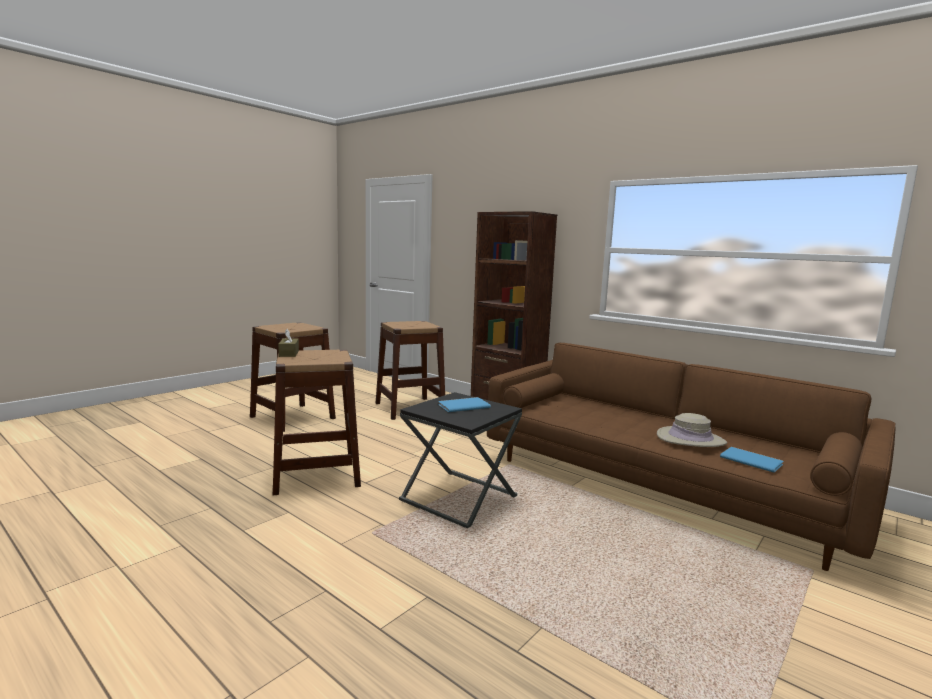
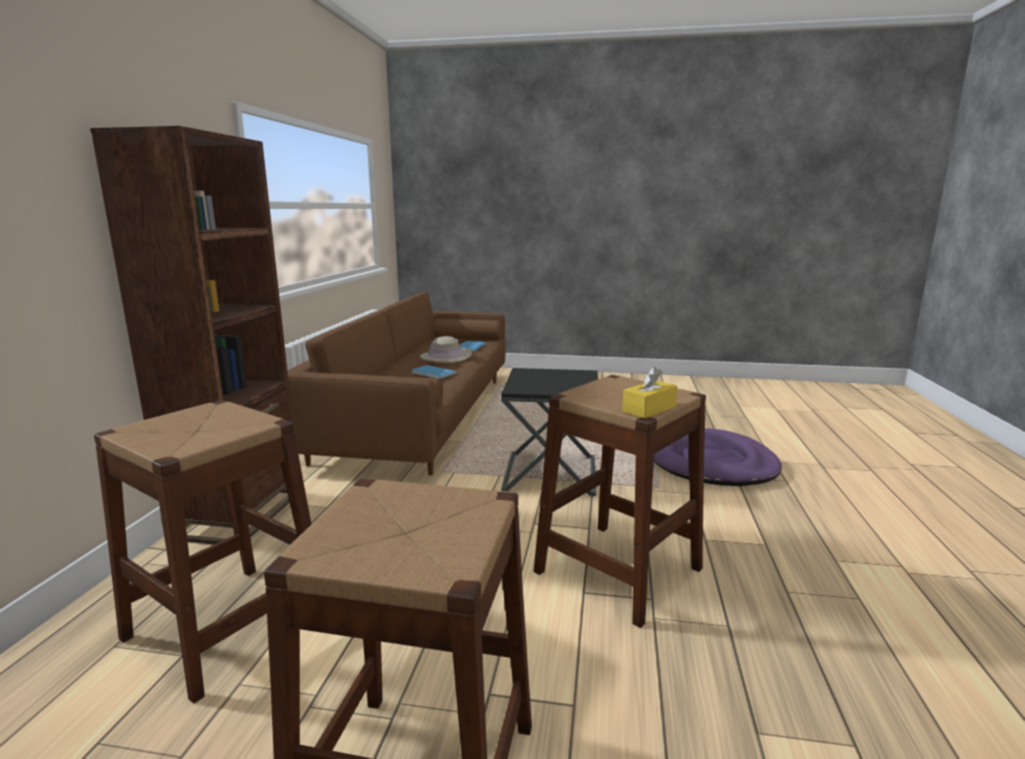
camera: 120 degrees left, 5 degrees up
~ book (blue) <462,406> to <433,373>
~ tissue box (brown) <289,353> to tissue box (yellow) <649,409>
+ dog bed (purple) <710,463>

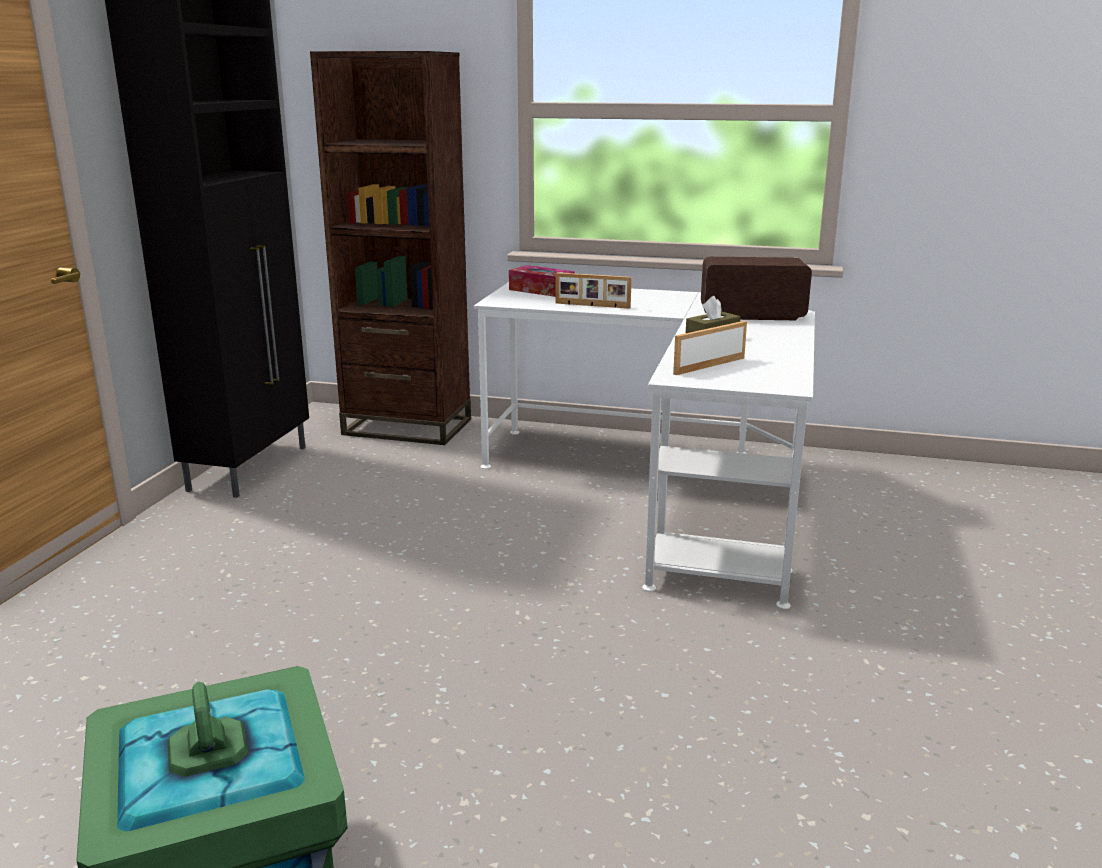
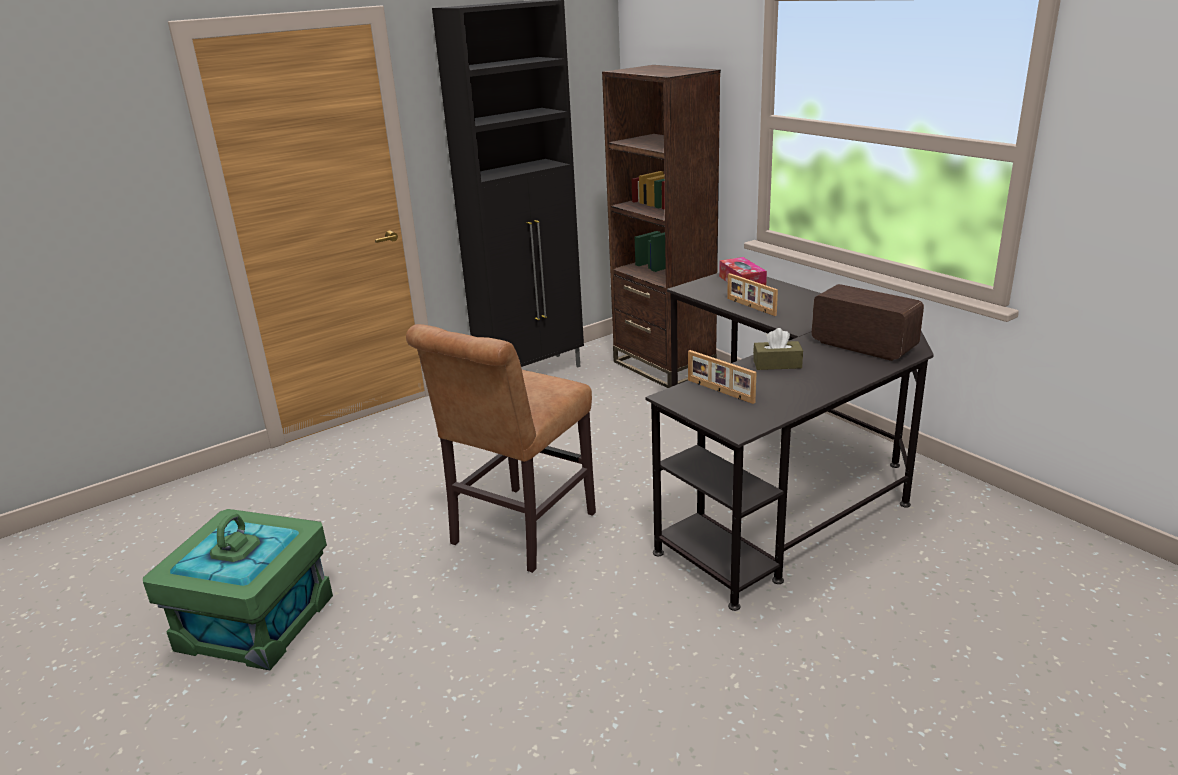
camera: 40 degrees right, 5 degrees up
+ chair (brown) <518,532>
~ desk (white) <666,491> to desk (black) <780,479>
~ picture frame <708,365> = <719,391> 135 degrees counterclockwise

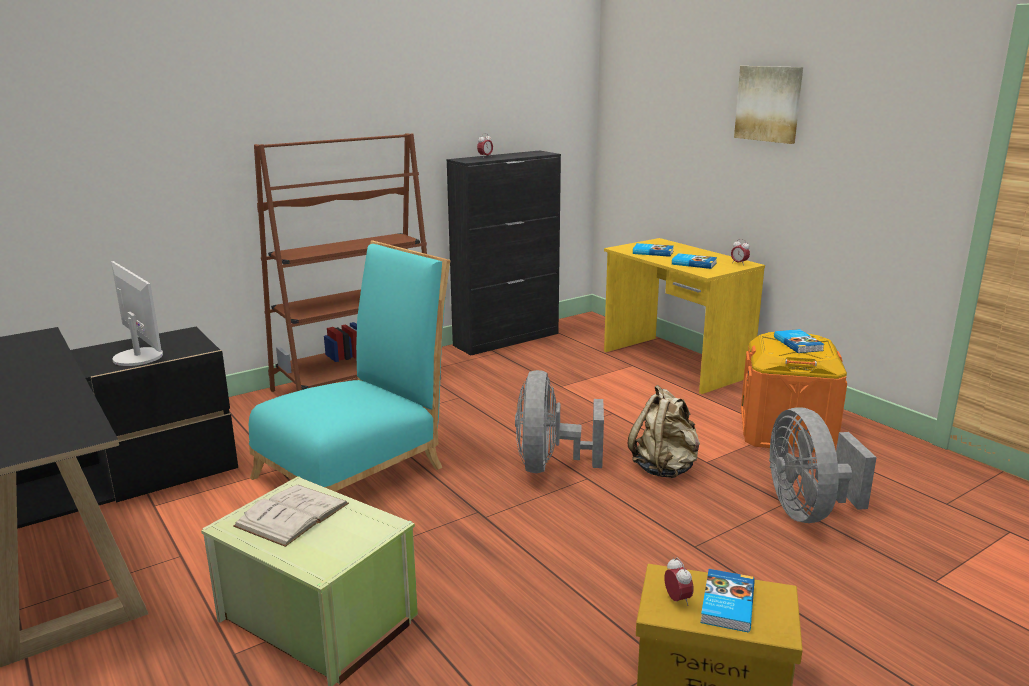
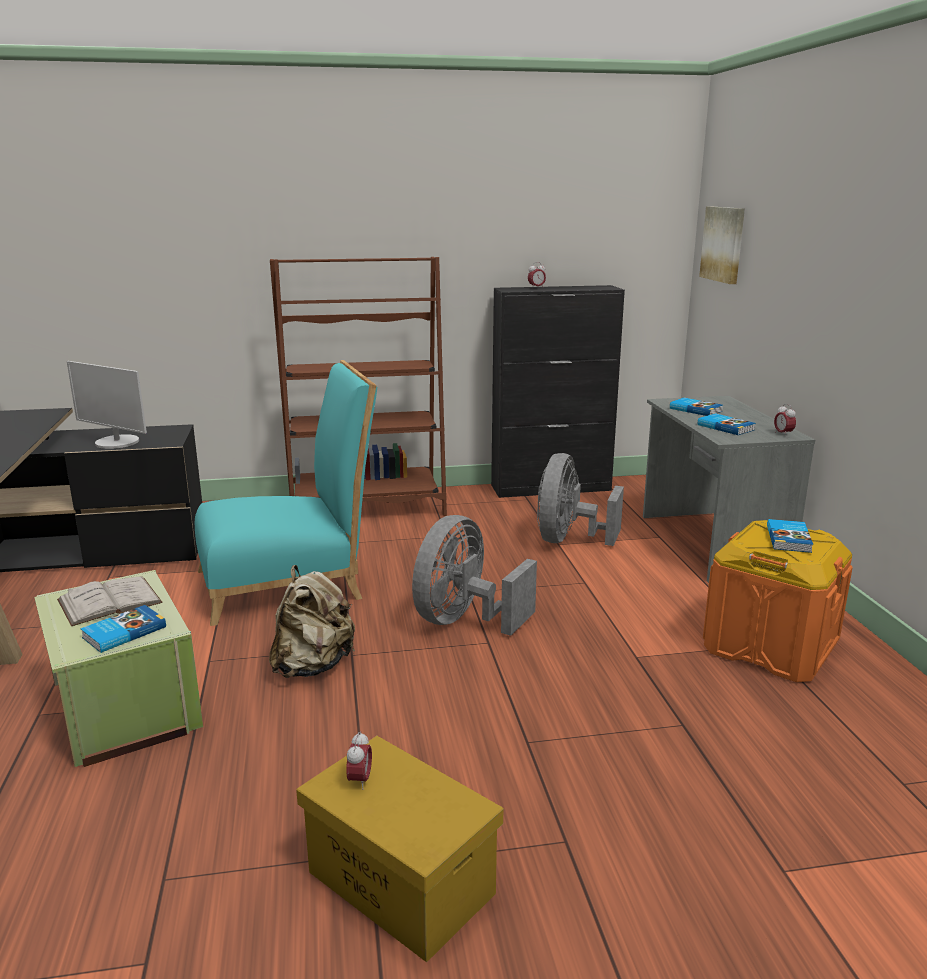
camera: 25 degrees right, 0 degrees up
~ monitor <138,357> = <117,442> 135 degrees clockwise
~ book <726,604> to <123,632>
~ backpack (beige) <664,468> to <313,666>
~ fan (grey) <807,511> to <568,540>
~ desk (yellow) <674,364> to desk (grey) <710,544>
~ picture <769,103> to <724,244>

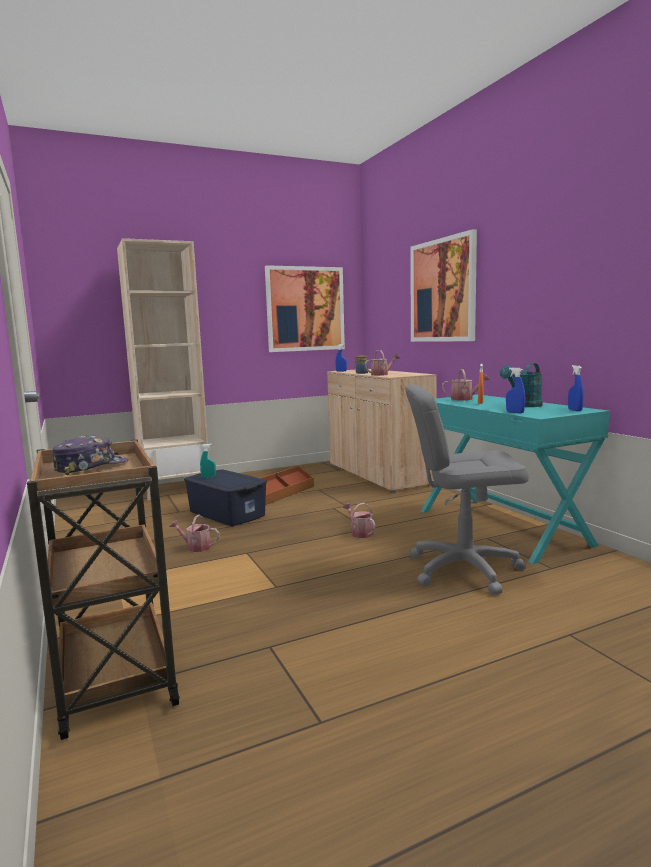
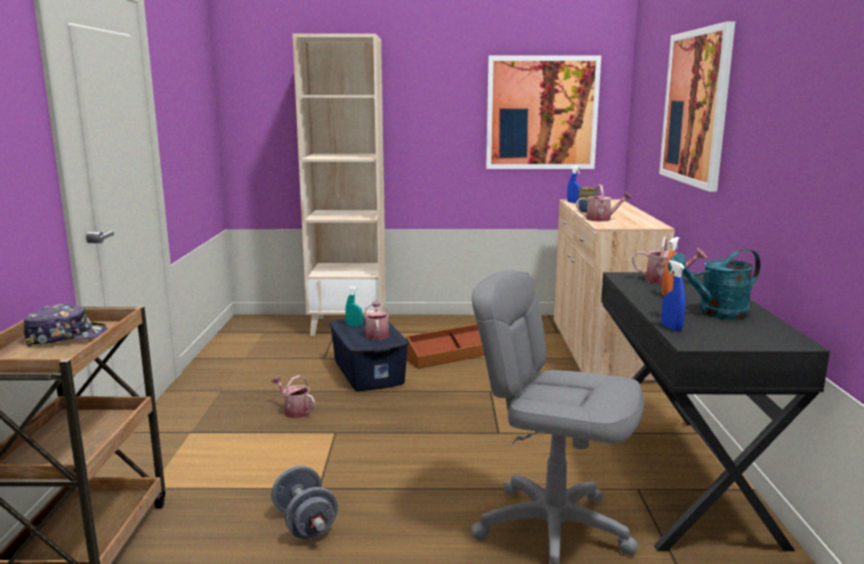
camera: 25 degrees right, 5 degrees up
+ dumbbell (grey) <305,524>
~ watering can <360,533> to <377,334>
~ desk (turquoise) <501,527> to desk (black) <679,476>
- spray bottle (blue) <574,410>

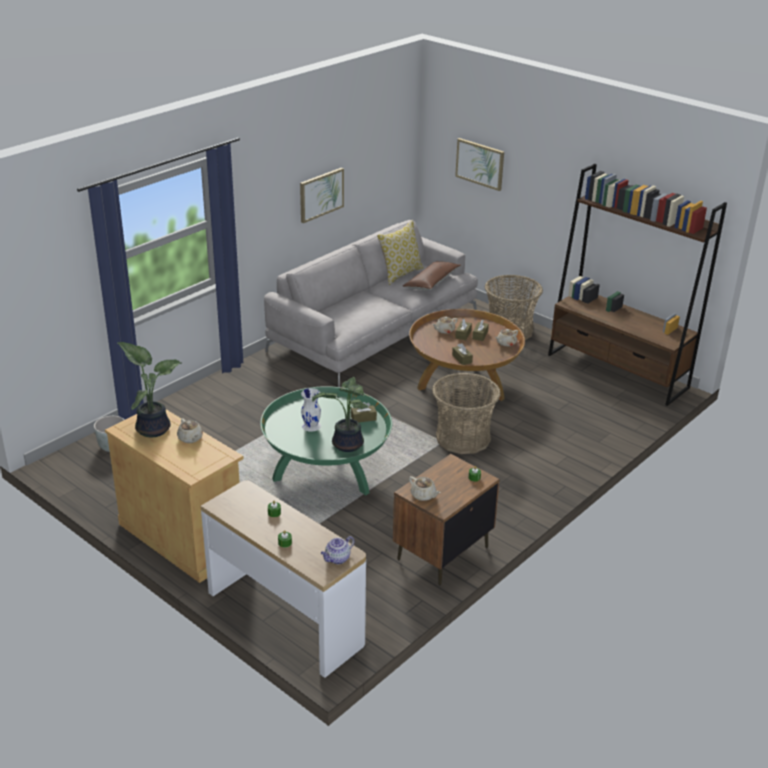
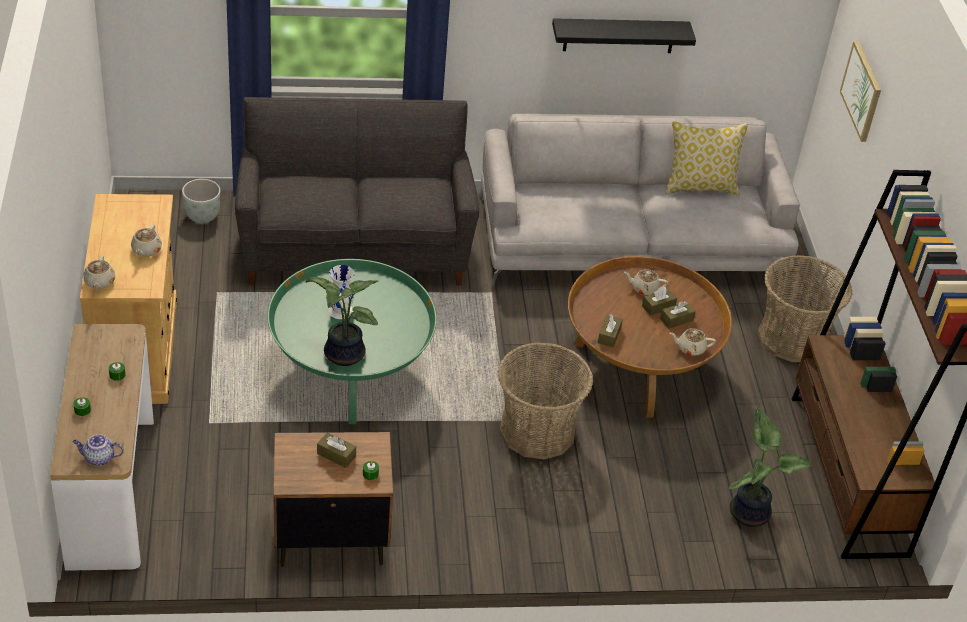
camera: 40 degrees right, 10 degrees up
~ teapot (beige) <423,495> to <99,282>
+ sofa (grey) <354,246>
~ tissue box (brown) <363,418> to <336,455>
~ picture <321,194> to shelf (black) <619,35>
~ potted plant <153,428> to <750,511>
- pillow (brown) <431,282>

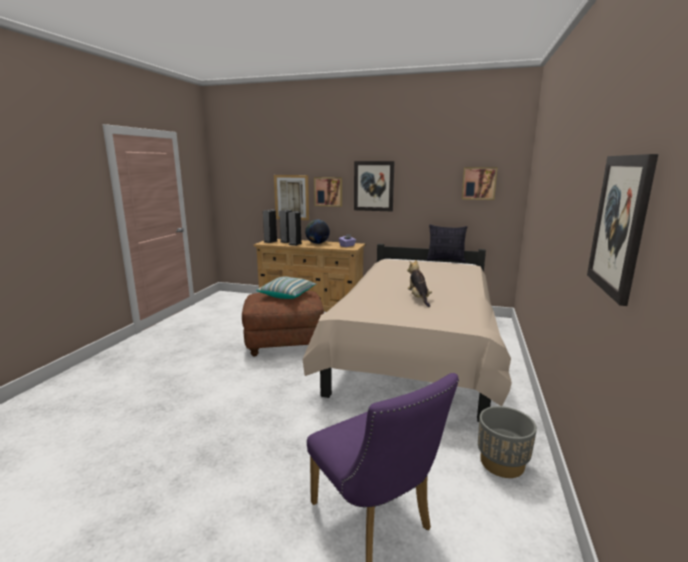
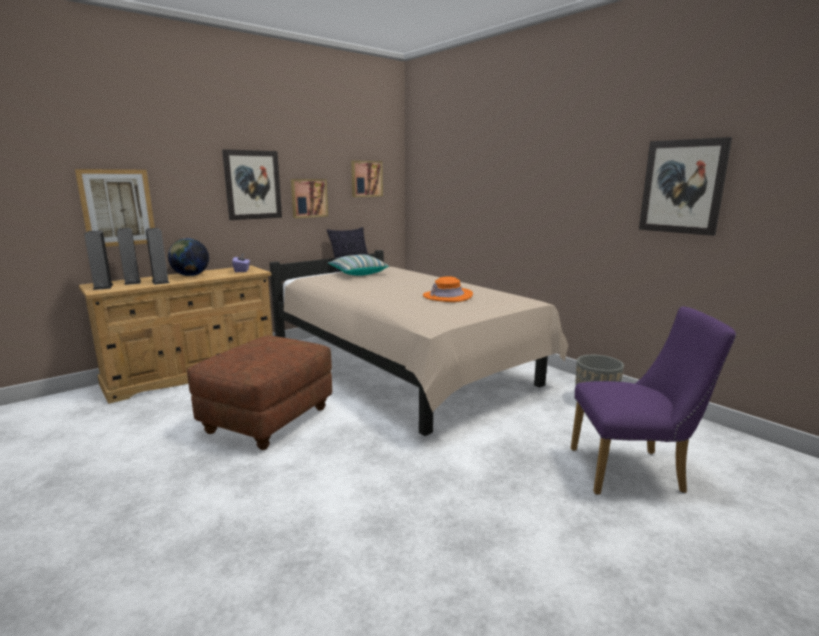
camera: 55 degrees left, 0 degrees up
~ picture <328,191> to <308,198>
~ pillow <287,295> to <357,273>
~ plush toy <418,298> to hat (orange) <447,296>

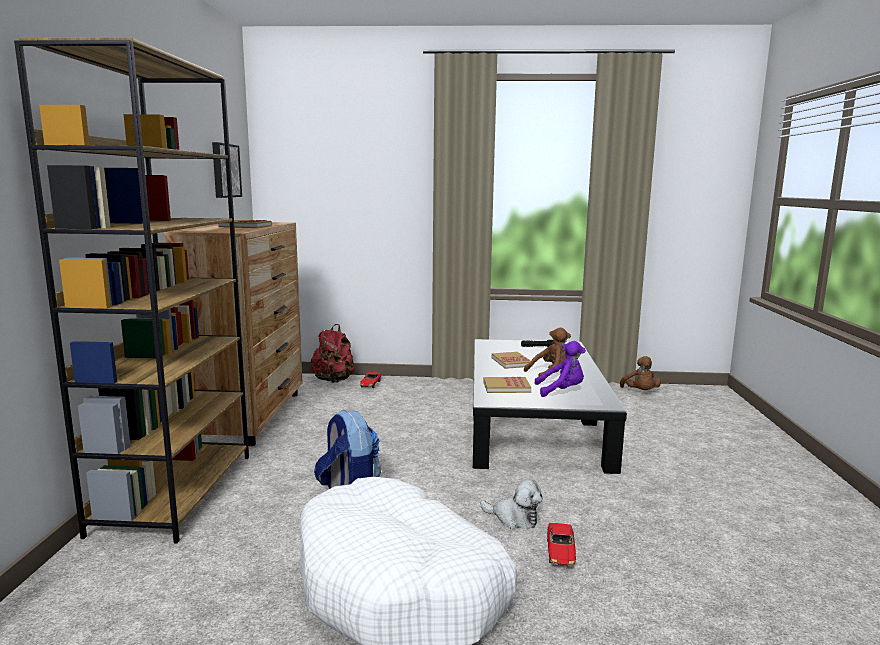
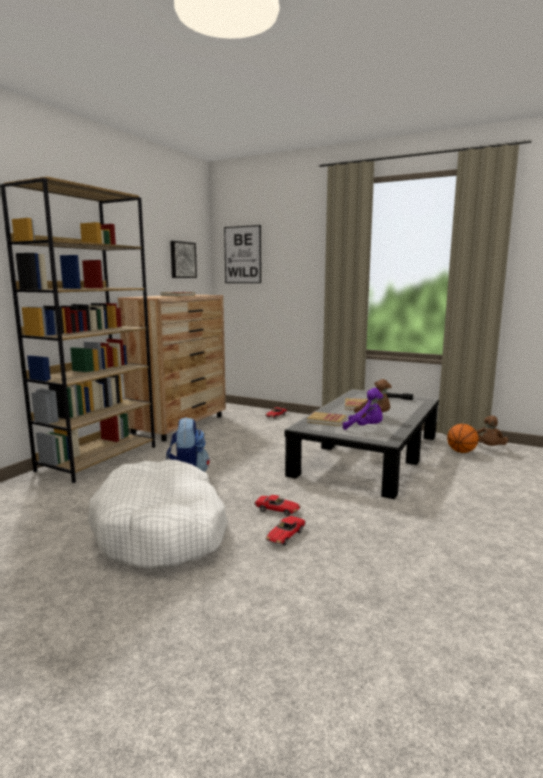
camera: 25 degrees right, 0 degrees up
+ picture <242,255>
~ plush toy <514,518> to toy car <277,510>
+ basketball <461,452>
- backpack (red) <334,381>

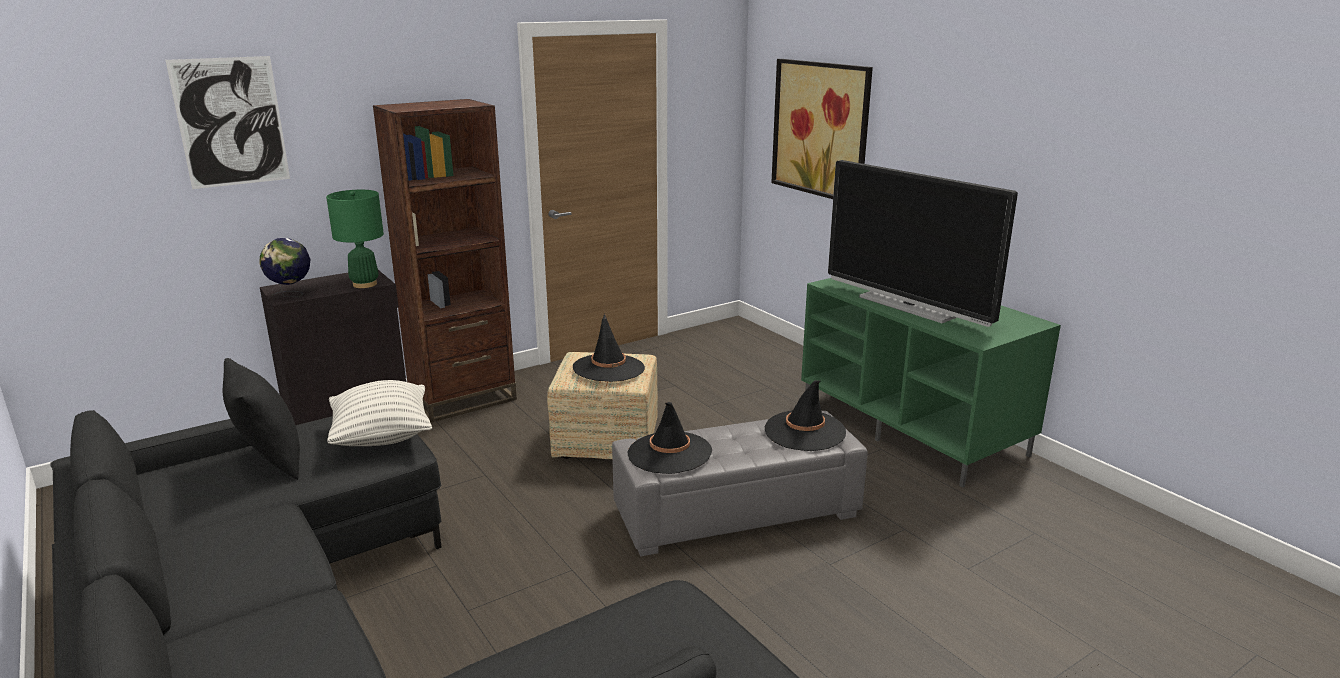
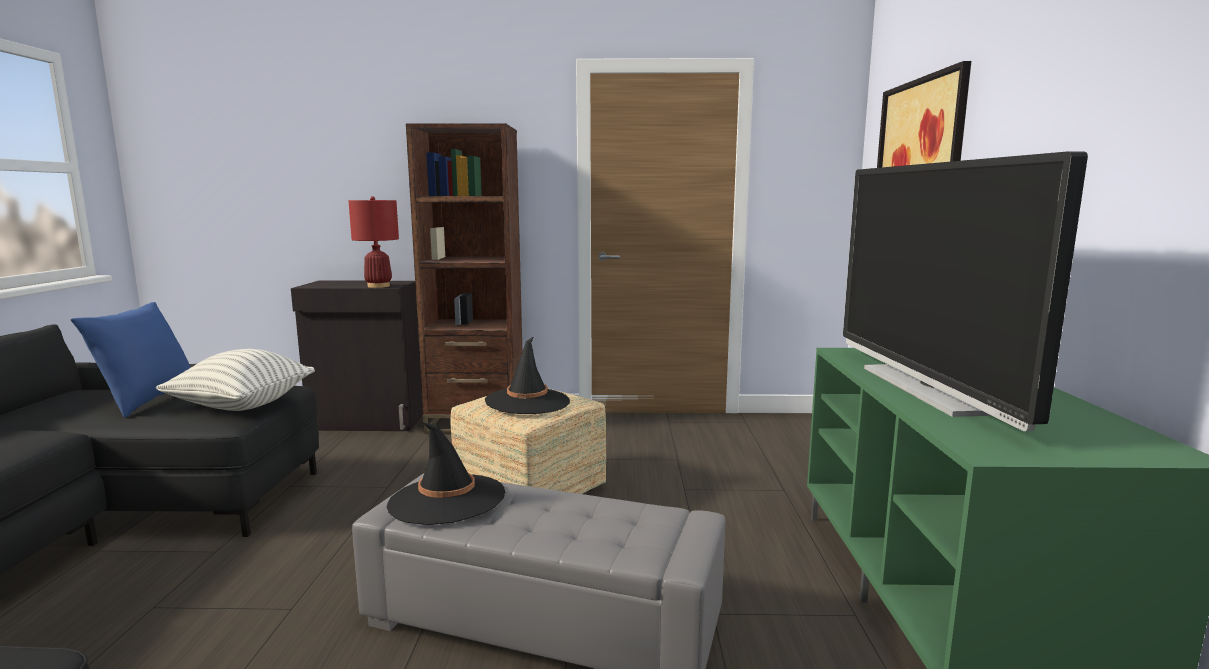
camera: 35 degrees right, 10 degrees down
~ pillow (black) <270,461> to pillow (blue) <146,401>
~ table lamp (green) <364,284> to table lamp (red) <378,286>
- picture <231,122>
- globe <291,295>
- hat (black) <804,431>

